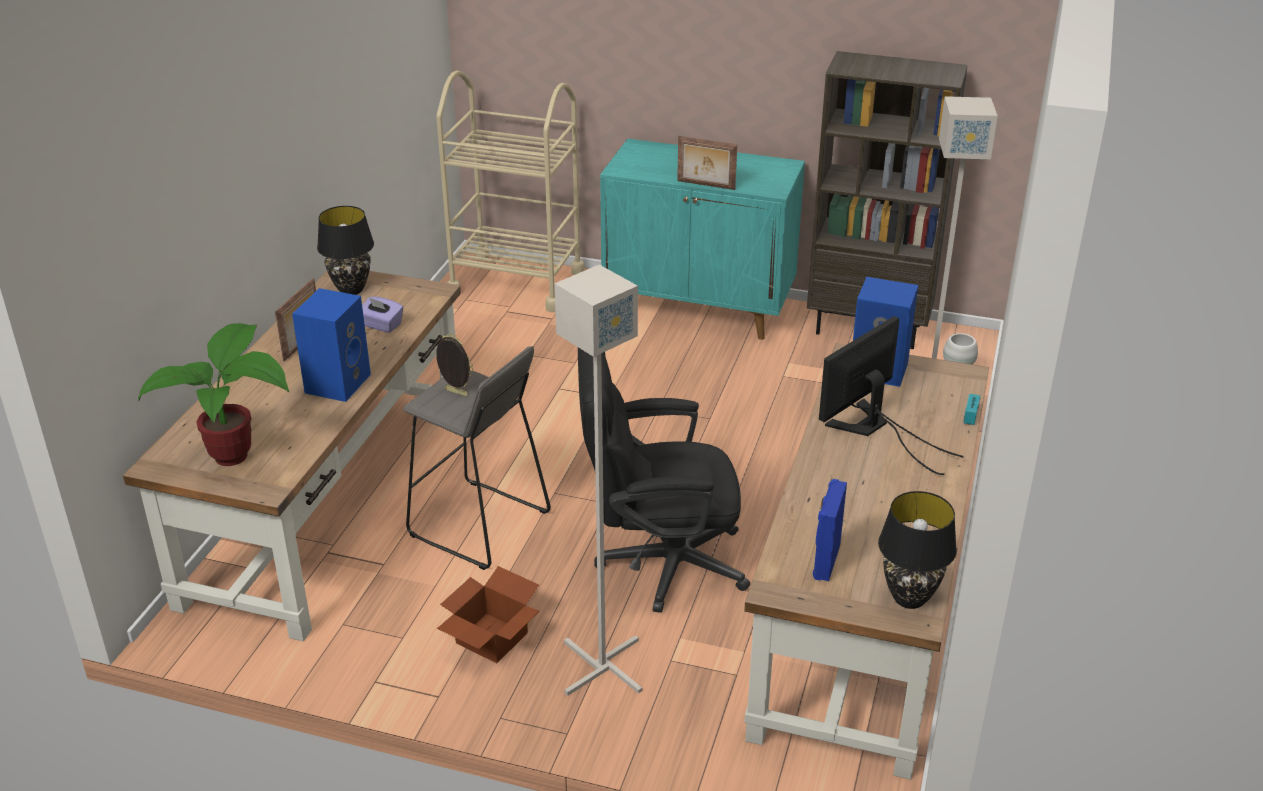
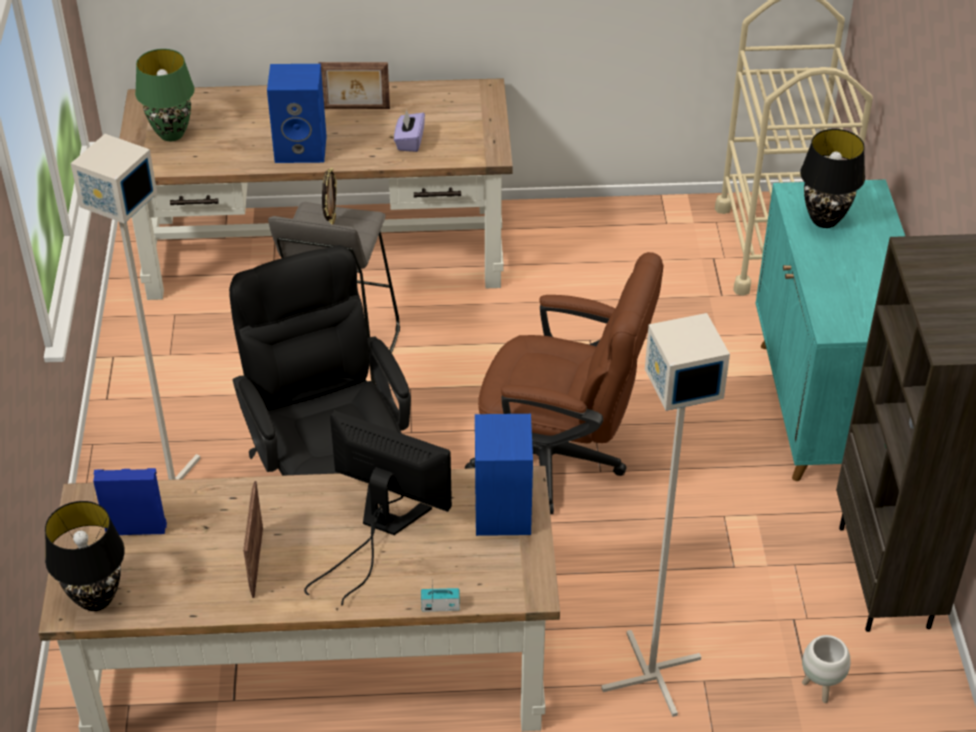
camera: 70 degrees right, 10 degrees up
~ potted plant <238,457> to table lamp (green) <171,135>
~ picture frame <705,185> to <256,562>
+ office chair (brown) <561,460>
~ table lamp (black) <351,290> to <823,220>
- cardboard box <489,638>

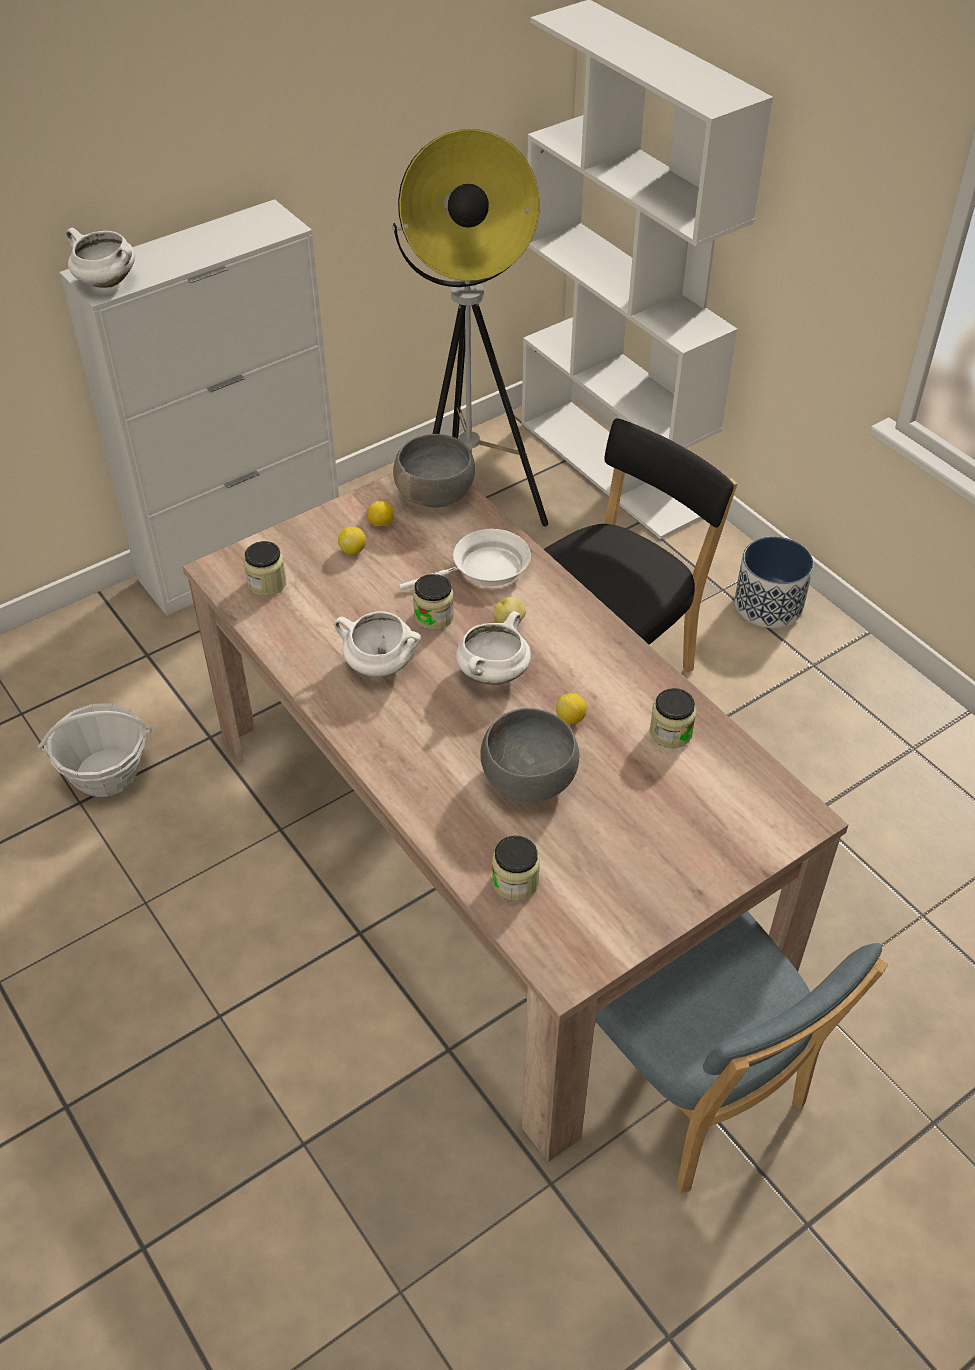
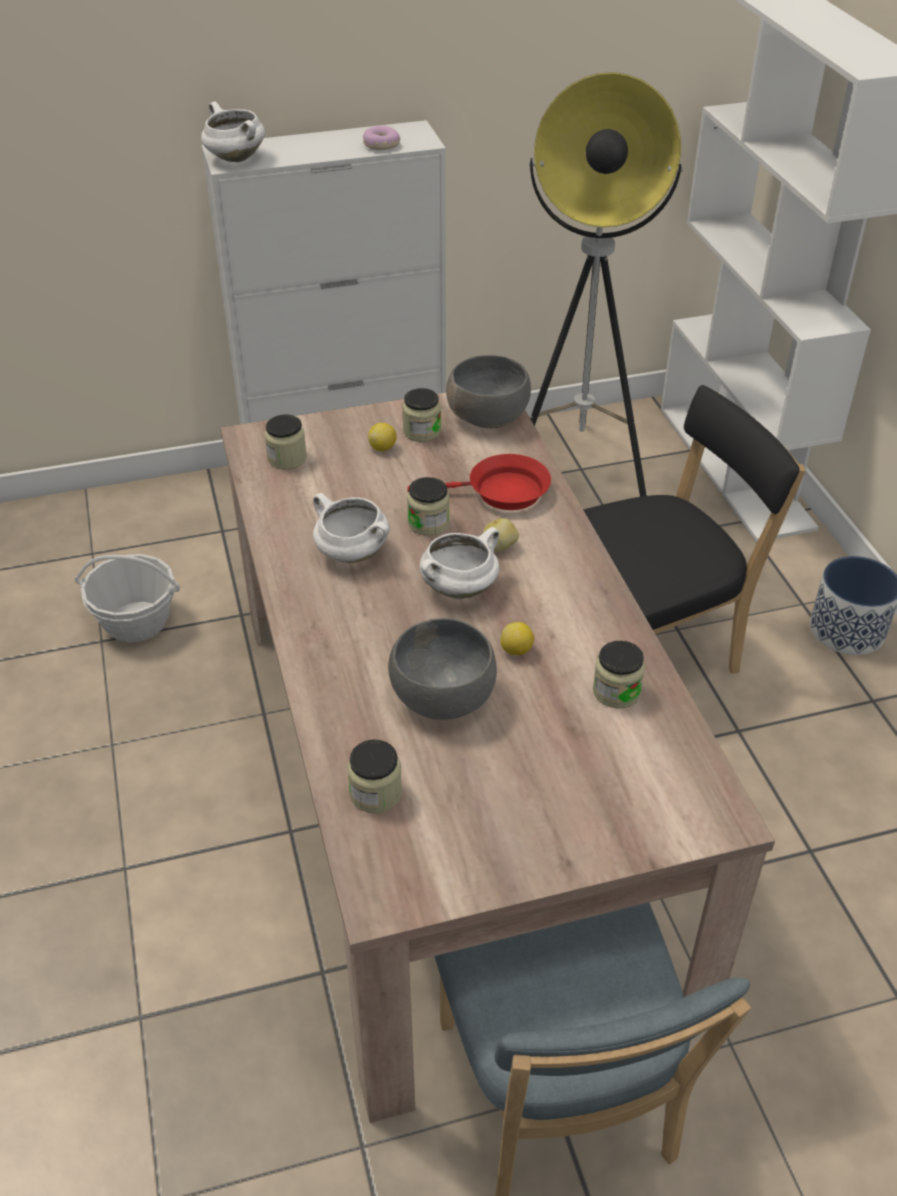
camera: 20 degrees right, 5 degrees down
+ donut <380,145>
~ lemon <381,524> to jar <422,431>
~ frying pan (white) <484,569> to frying pan (red) <501,492>

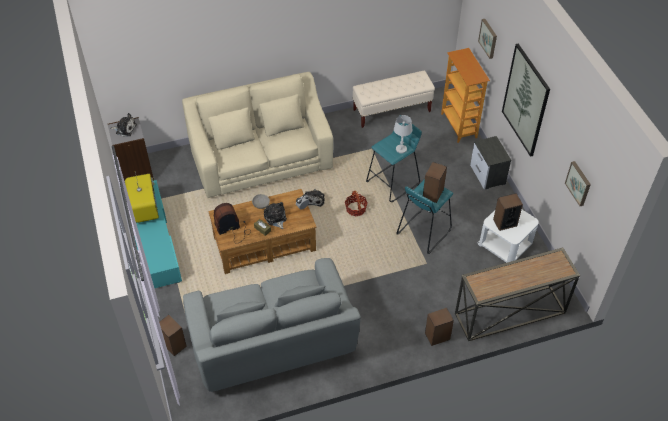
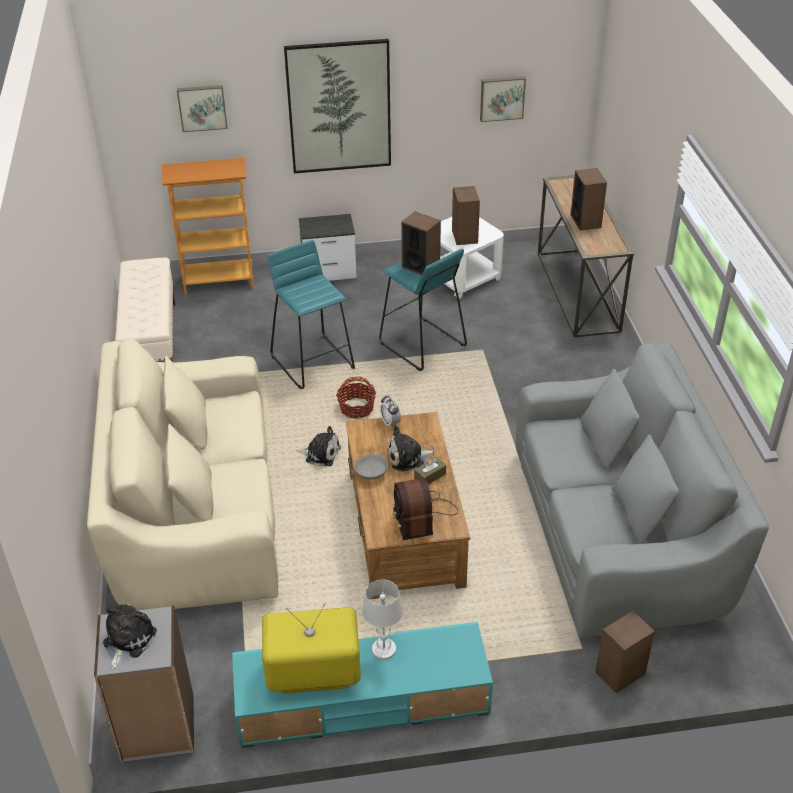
camera: 80 degrees left, 10 degrees down
~ table lamp (white) <401,149> to <384,649>
~ speaker <437,336> to <586,221>

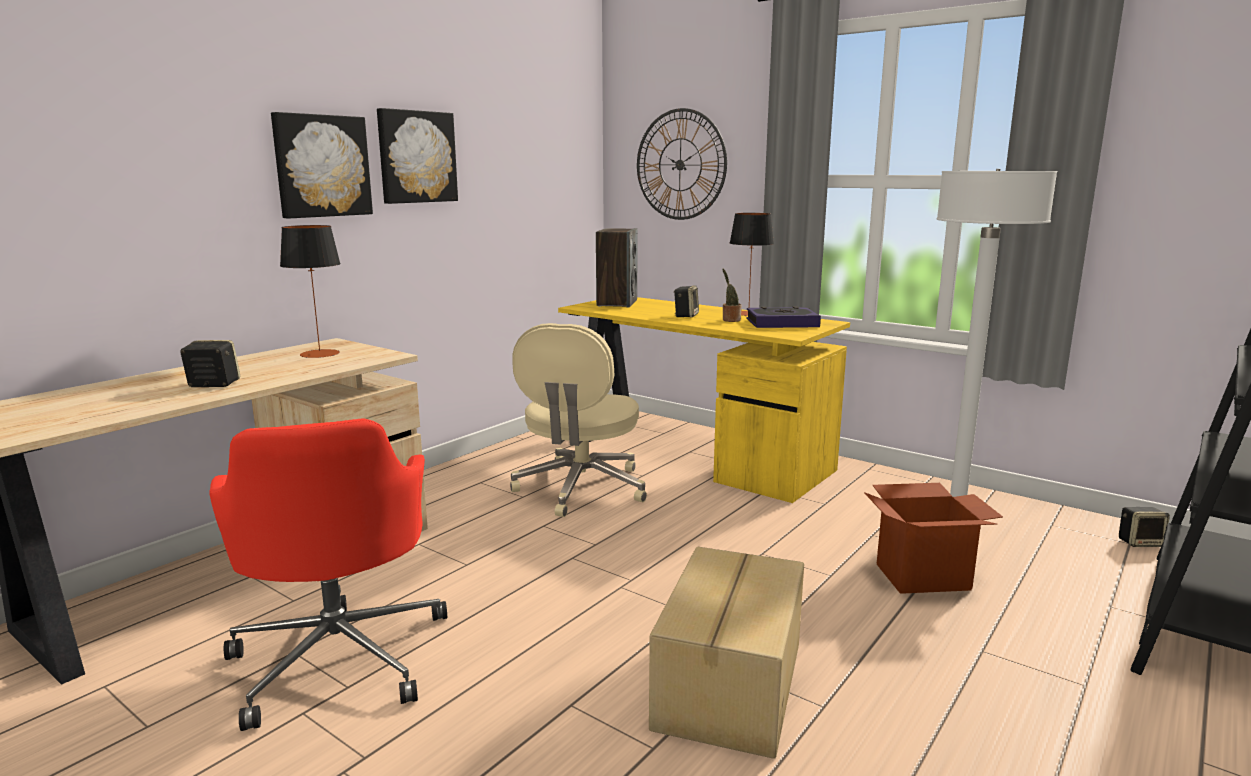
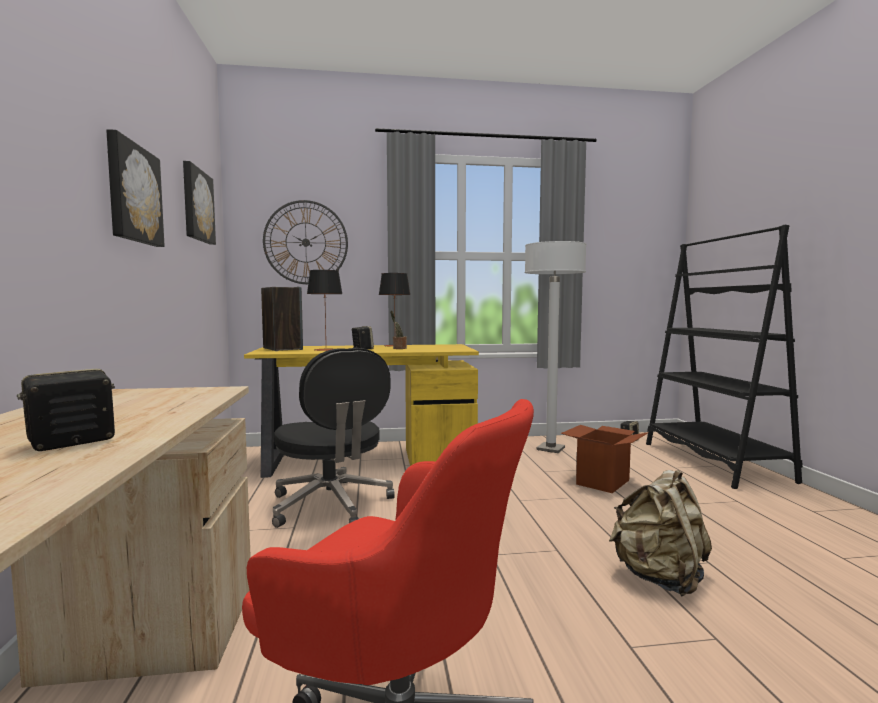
camera: 45 degrees left, 10 degrees down
~ picture <321,166> to <196,205>
~ office chair (beige) <580,489> to office chair (black) <332,505>
~ table lamp <320,354> to <326,350>
~ cardboard box <727,685> to backpack (beige) <659,578>
- book <782,323>

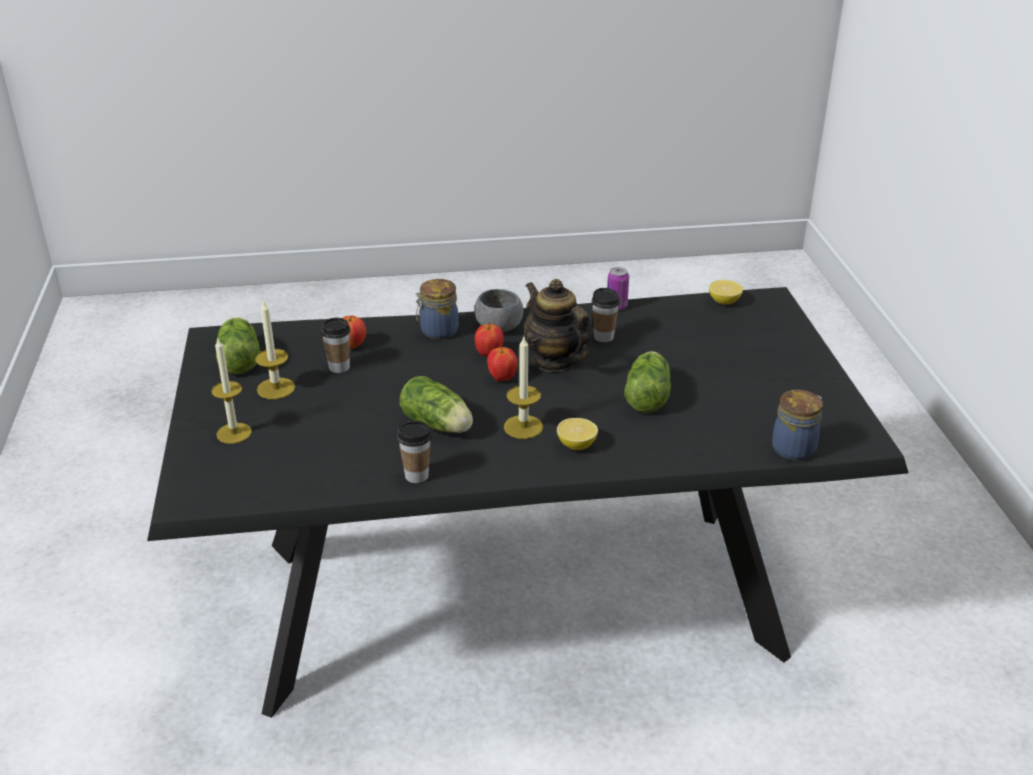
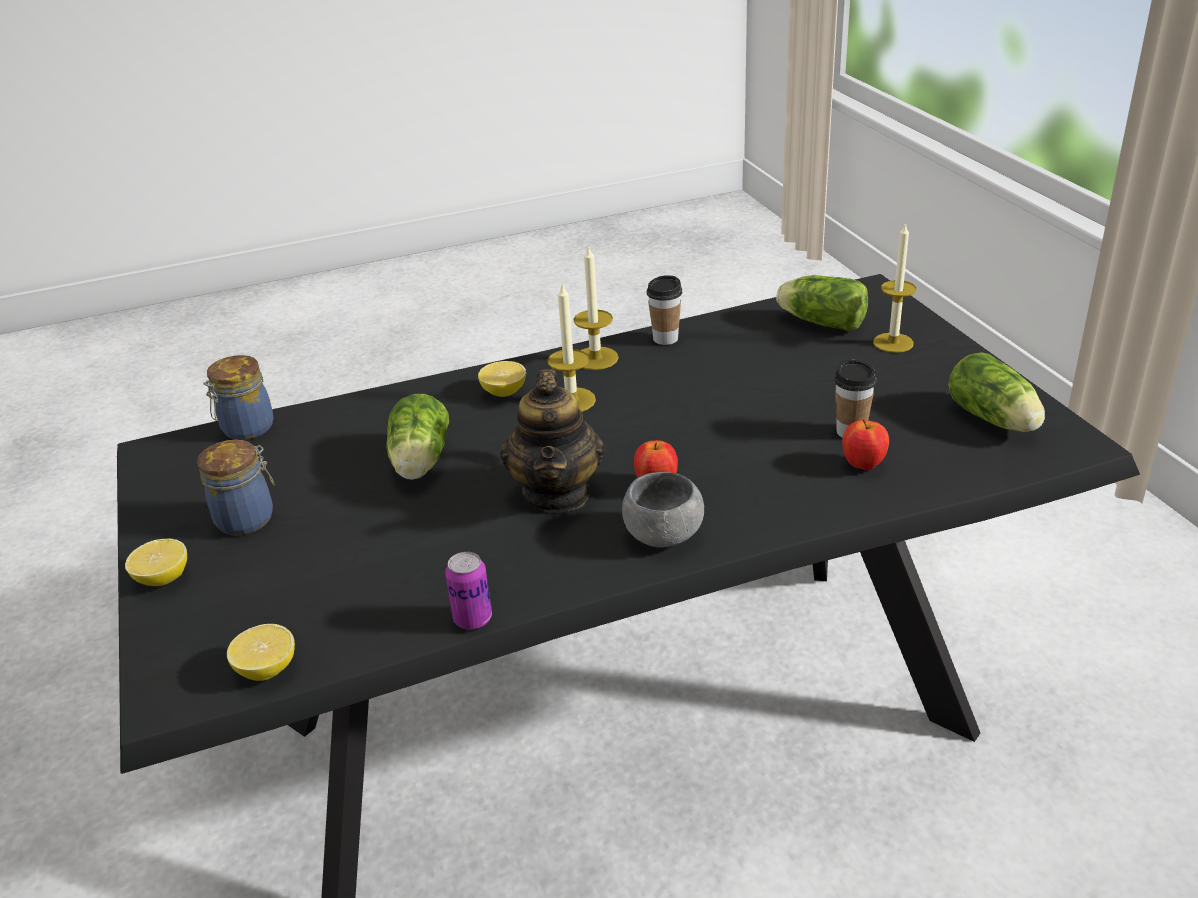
camera: 170 degrees right, 0 degrees up
+ lemon <163,578>
~ jar <437,331> to <248,519>
~ teapot <554,360> = <557,493> 45 degrees clockwise
~ candle <276,388> to <595,358>
~ lettuce <439,426> to <819,322>
- apple <502,378>
- cup <603,337>

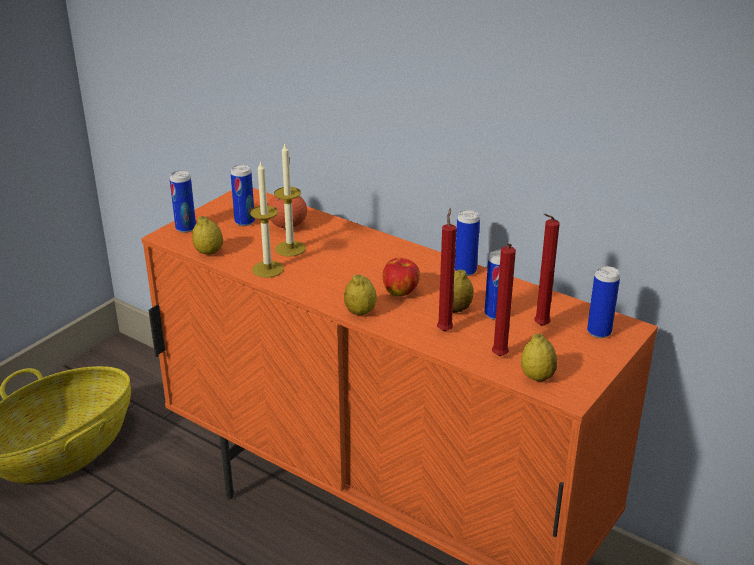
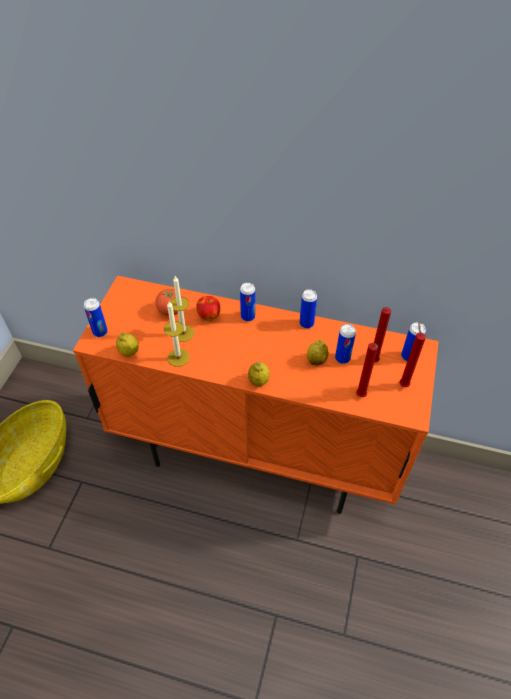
camera: 20 degrees left, 20 degrees up
~ apple <401,292> to <209,316>
~ can <244,222> to <248,316>
~ candle (red) <445,329> to <403,384>
- lemon <537,377>

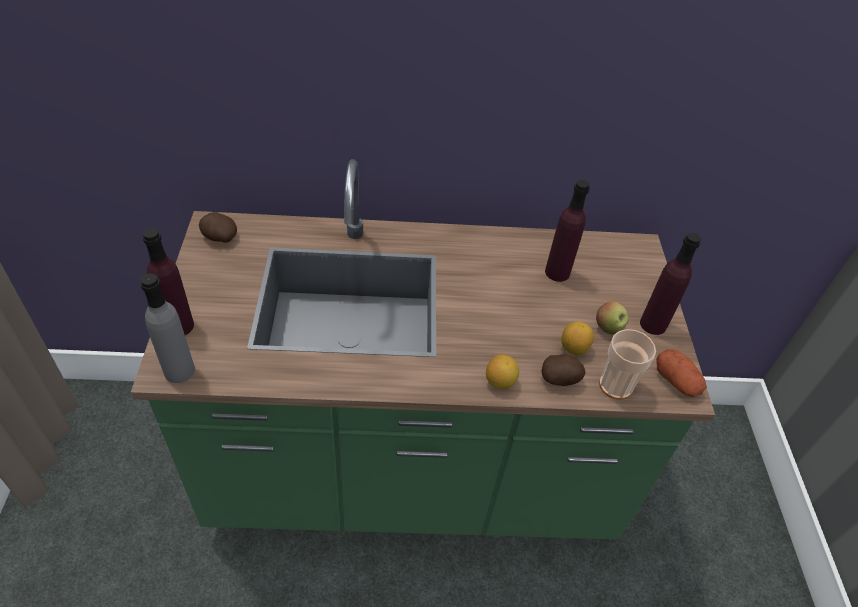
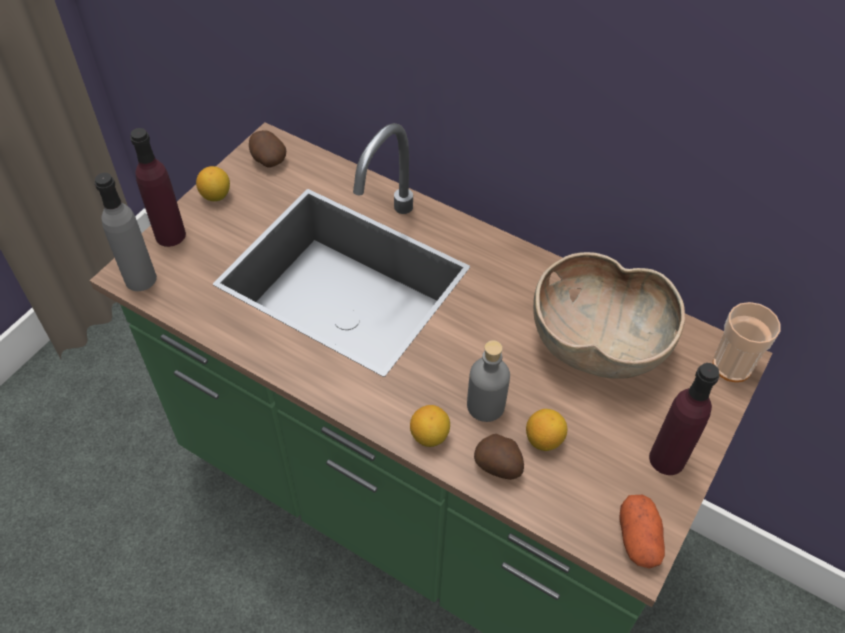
camera: 35 degrees right, 5 degrees up
+ lemon <216,195>
+ bottle (grey) <485,405>
~ bottle (purple) <557,272> to bowl (brown) <597,344>
~ cup <615,386> to <732,366>
- apple <608,328>

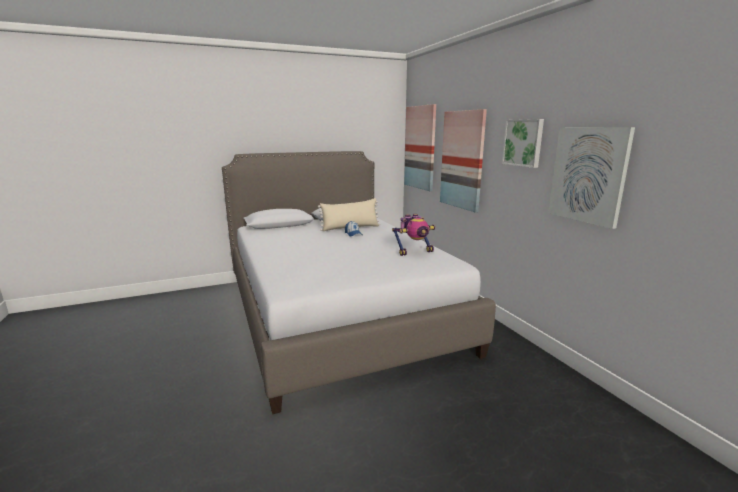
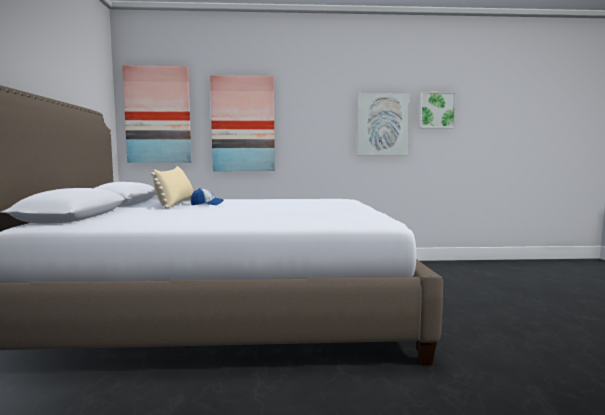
camera: 70 degrees left, 10 degrees down
~ picture <523,143> to <436,110>
- toy robot <414,252>

